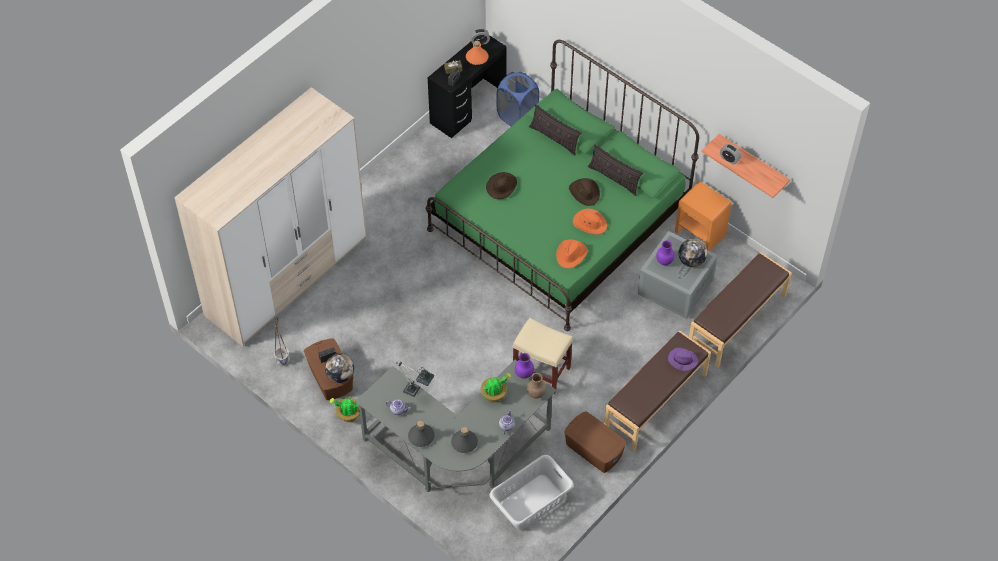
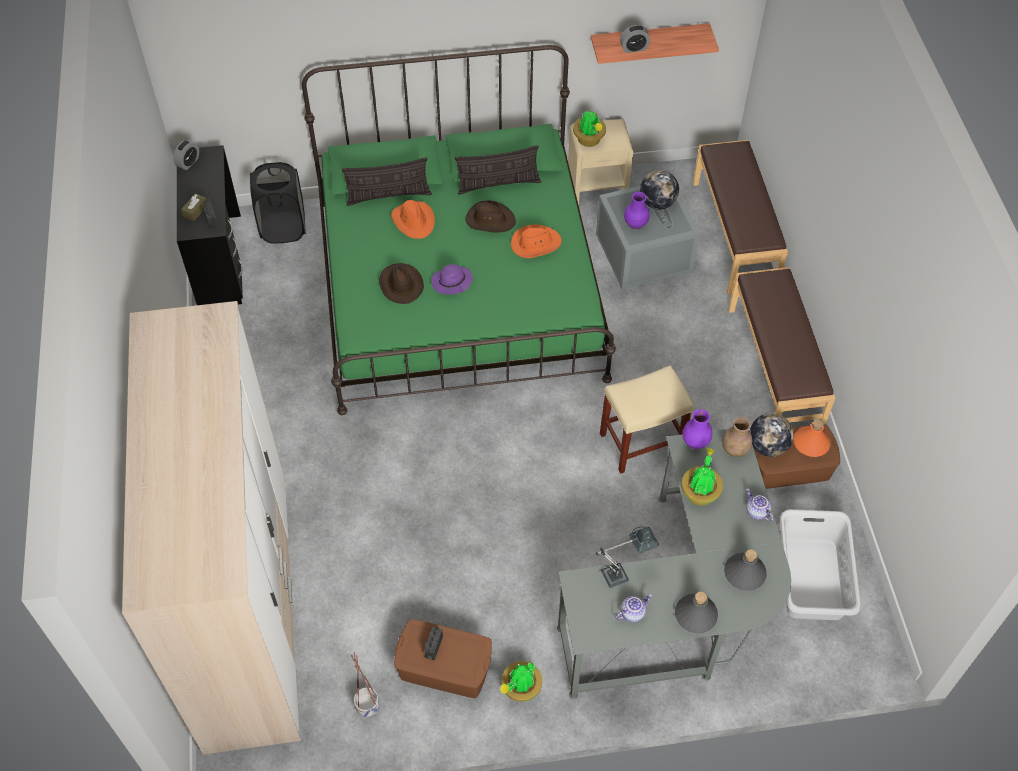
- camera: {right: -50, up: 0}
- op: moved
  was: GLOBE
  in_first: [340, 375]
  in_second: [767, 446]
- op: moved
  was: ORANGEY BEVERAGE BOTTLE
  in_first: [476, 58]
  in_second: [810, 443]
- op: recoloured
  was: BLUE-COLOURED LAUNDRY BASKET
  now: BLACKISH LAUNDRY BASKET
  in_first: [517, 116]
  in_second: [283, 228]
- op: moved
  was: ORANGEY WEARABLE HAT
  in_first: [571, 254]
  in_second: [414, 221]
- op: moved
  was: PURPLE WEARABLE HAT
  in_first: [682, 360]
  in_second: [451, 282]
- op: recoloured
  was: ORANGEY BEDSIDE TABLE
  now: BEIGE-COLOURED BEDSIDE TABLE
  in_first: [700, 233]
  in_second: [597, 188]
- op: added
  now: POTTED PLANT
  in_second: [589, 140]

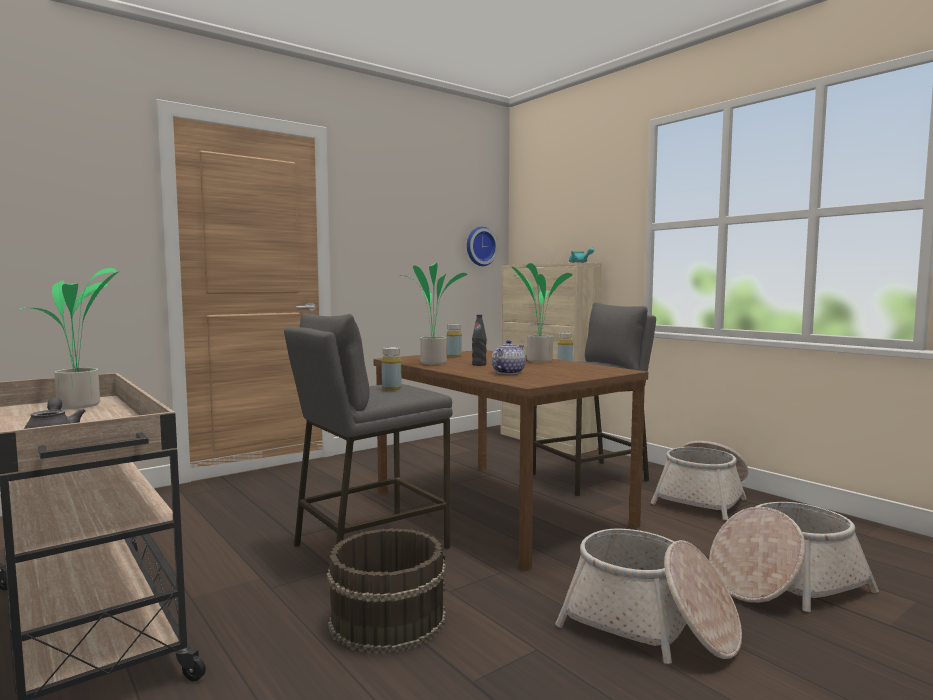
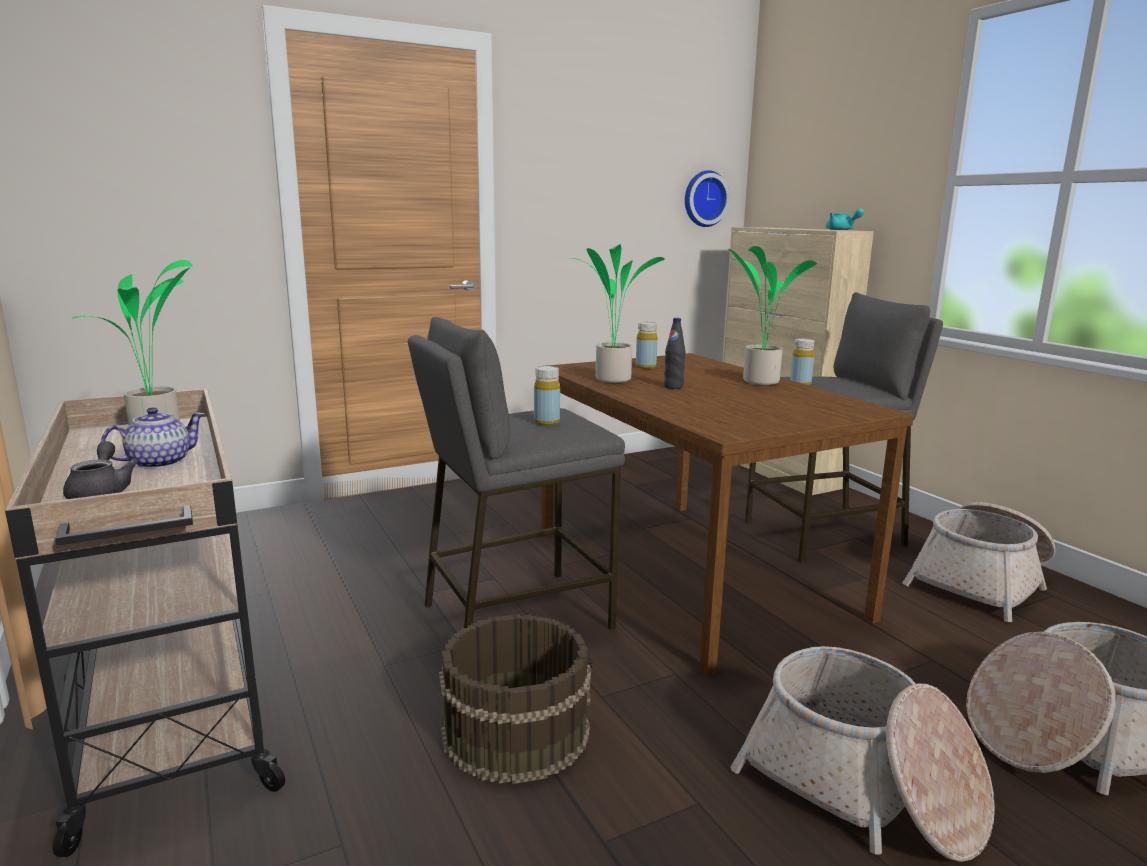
- camera: {right: 10, up: 10}
- op: moved
  was: POT FOR TEA
  in_first: [507, 372]
  in_second: [158, 462]

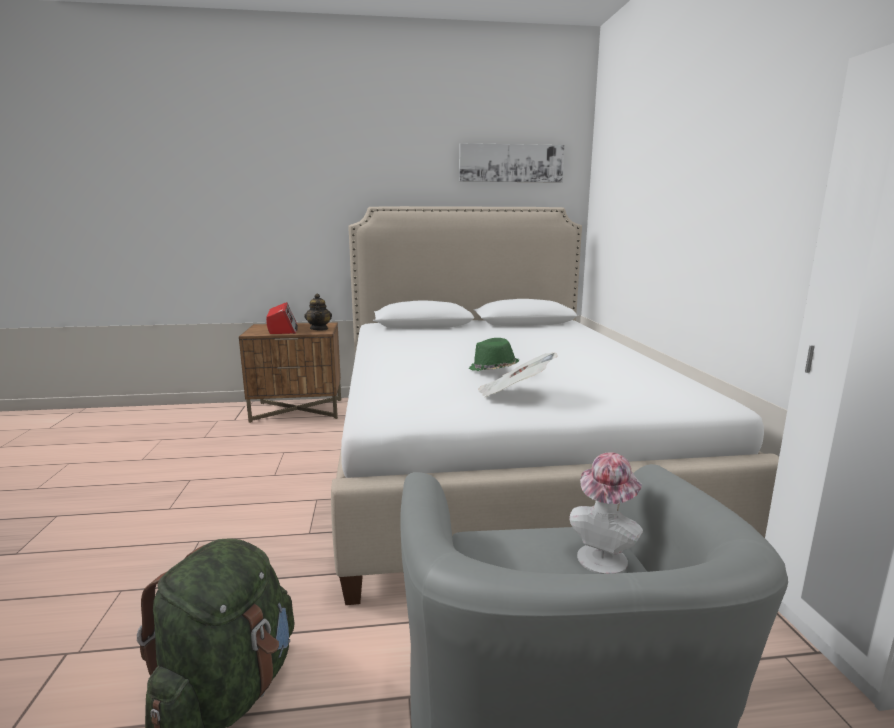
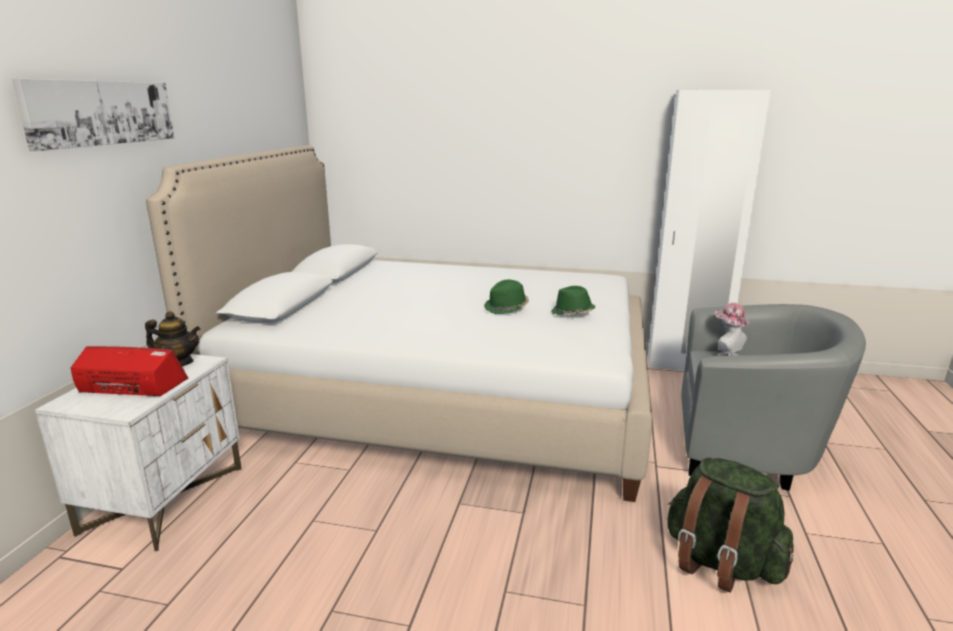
- camera: {right: -70, up: 5}
- op: recoloured
  was: BROWN-COLOURED BEDSIDE TABLE
  now: WHITE-COLOURED BEDSIDE TABLE
  in_first: [298, 410]
  in_second: [165, 499]
- op: moved
  was: PICTURE
  in_first: [511, 163]
  in_second: [101, 112]
- op: replaced
  was: PRINTED PAPER
  now: GREENISH WEARABLE HAT
  in_first: [514, 395]
  in_second: [572, 313]

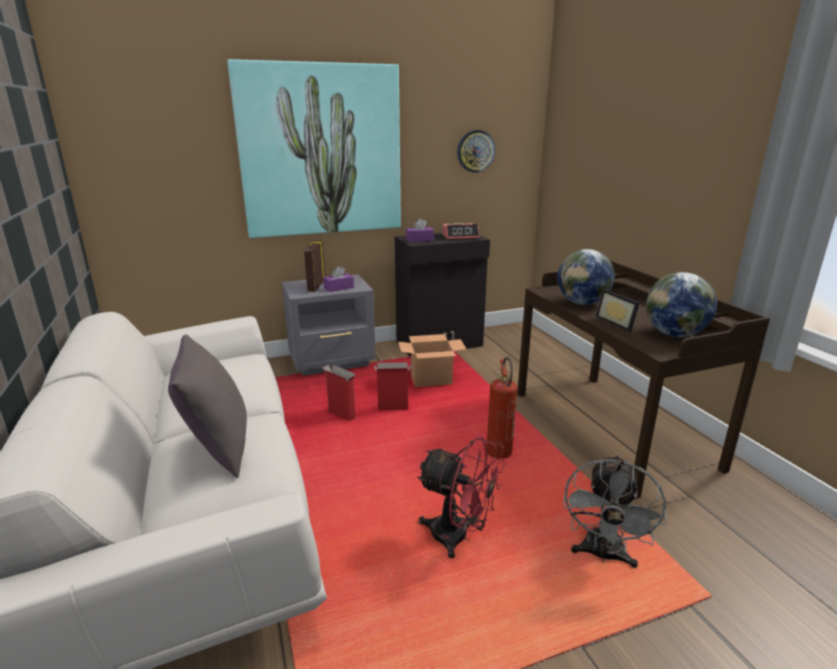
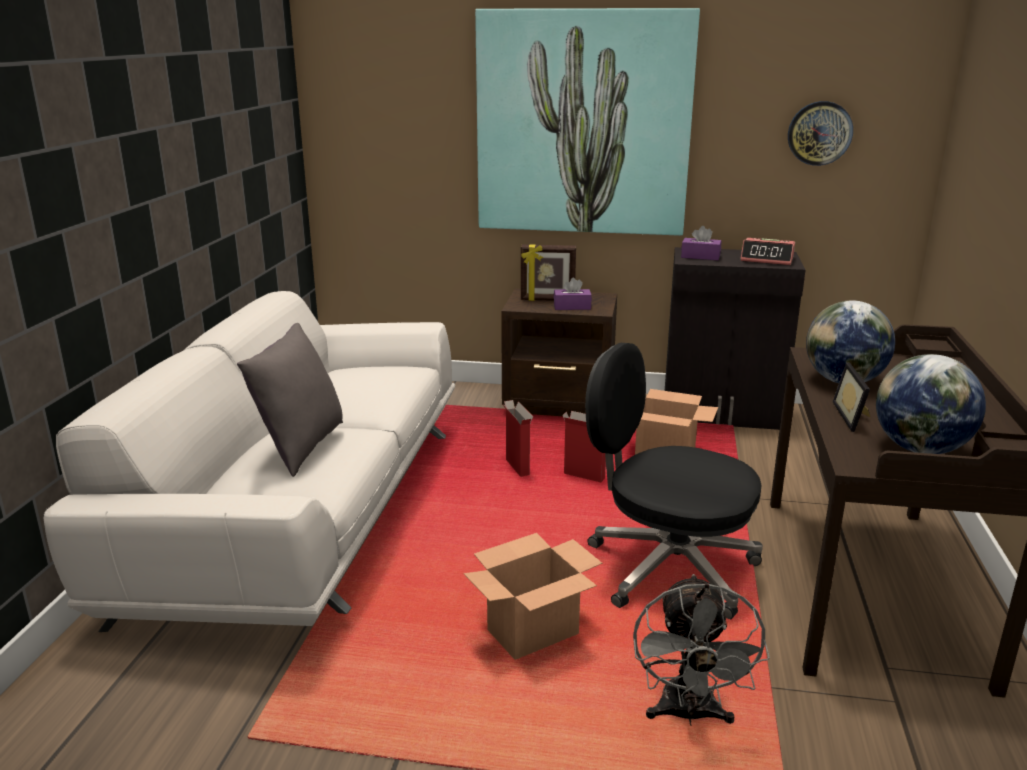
- camera: {right: 30, up: 0}
- op: recoloured
  was: GREY BEDSIDE TABLE
  now: BROWN-COLOURED BEDSIDE TABLE
  in_first: [333, 362]
  in_second: [560, 405]
- op: turned
  was: STANDING FRAME
  in_first: [316, 286]
  in_second: [547, 300]
  clockwise: -120
- op: replaced
  was: REDDISH ELECTRIC FAN
  now: CARTON
  in_first: [459, 537]
  in_second: [533, 633]
- op: replaced
  was: FIRE-FIGHTING CYLINDER
  now: BLACKISH DESK CHAIR
  in_first: [500, 456]
  in_second: [668, 568]
- op: turned
  was: GREY ELECTRIC FAN
  in_first: [603, 556]
  in_second: [688, 715]
  clockwise: -45

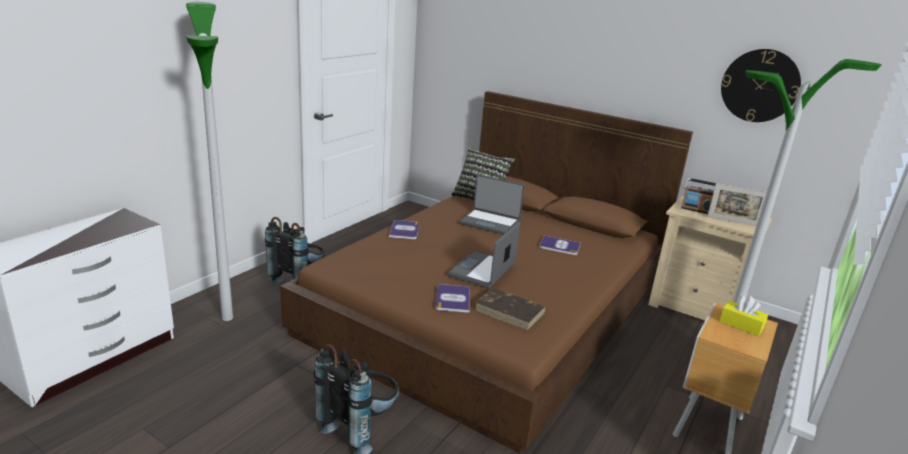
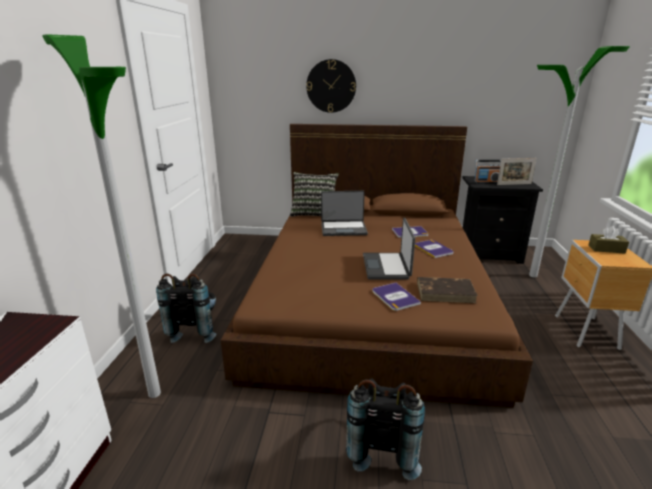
- camera: {right: -25, up: 0}
- op: moved
  was: BOOK
  in_first: [404, 230]
  in_second: [433, 249]
- op: recoloured
  was: BEIGE-COLOURED BEDSIDE TABLE
  now: BLACKISH BEDSIDE TABLE
  in_first: [695, 307]
  in_second: [488, 254]
- op: recoloured
  was: YELLOW-COLOURED TISSUE HOLDER
  now: BROWN-COLOURED TISSUE HOLDER
  in_first: [741, 325]
  in_second: [606, 249]
- op: moved
  was: CLOCK ON THE WALL
  in_first: [760, 85]
  in_second: [331, 86]

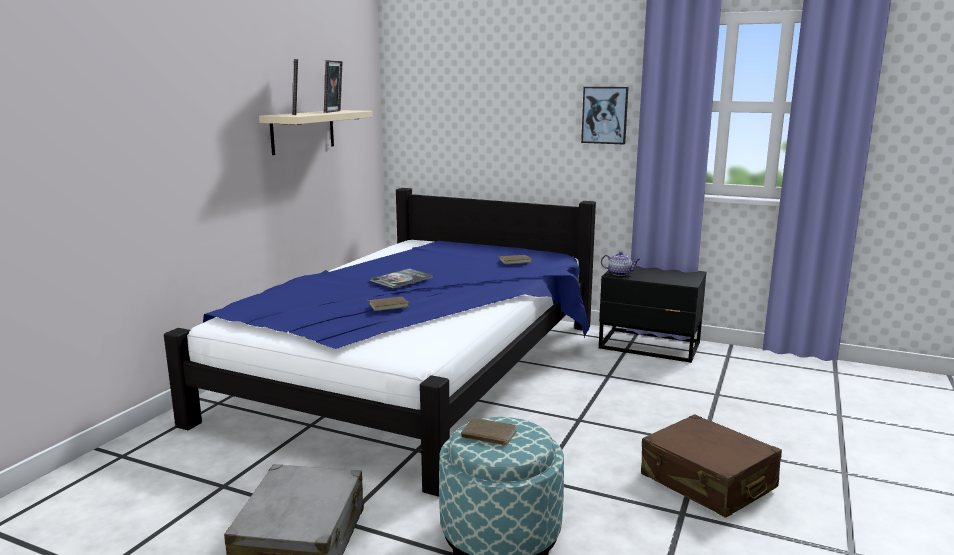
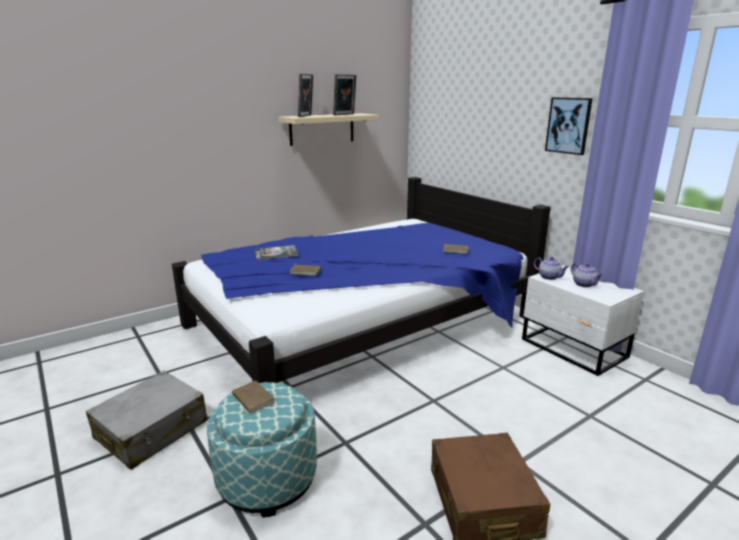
- camera: {right: 30, up: 5}
- op: moved
  was: BOOK
  in_first: [401, 279]
  in_second: [276, 253]
- op: recoloured
  was: BLACKISH BEDSIDE TABLE
  now: WHITE-COLOURED BEDSIDE TABLE
  in_first: [650, 346]
  in_second: [573, 349]
- op: added
  now: POT FOR TEA
  in_second: [584, 284]

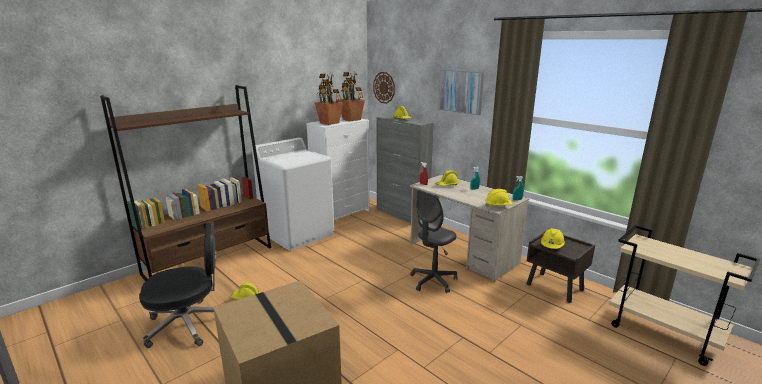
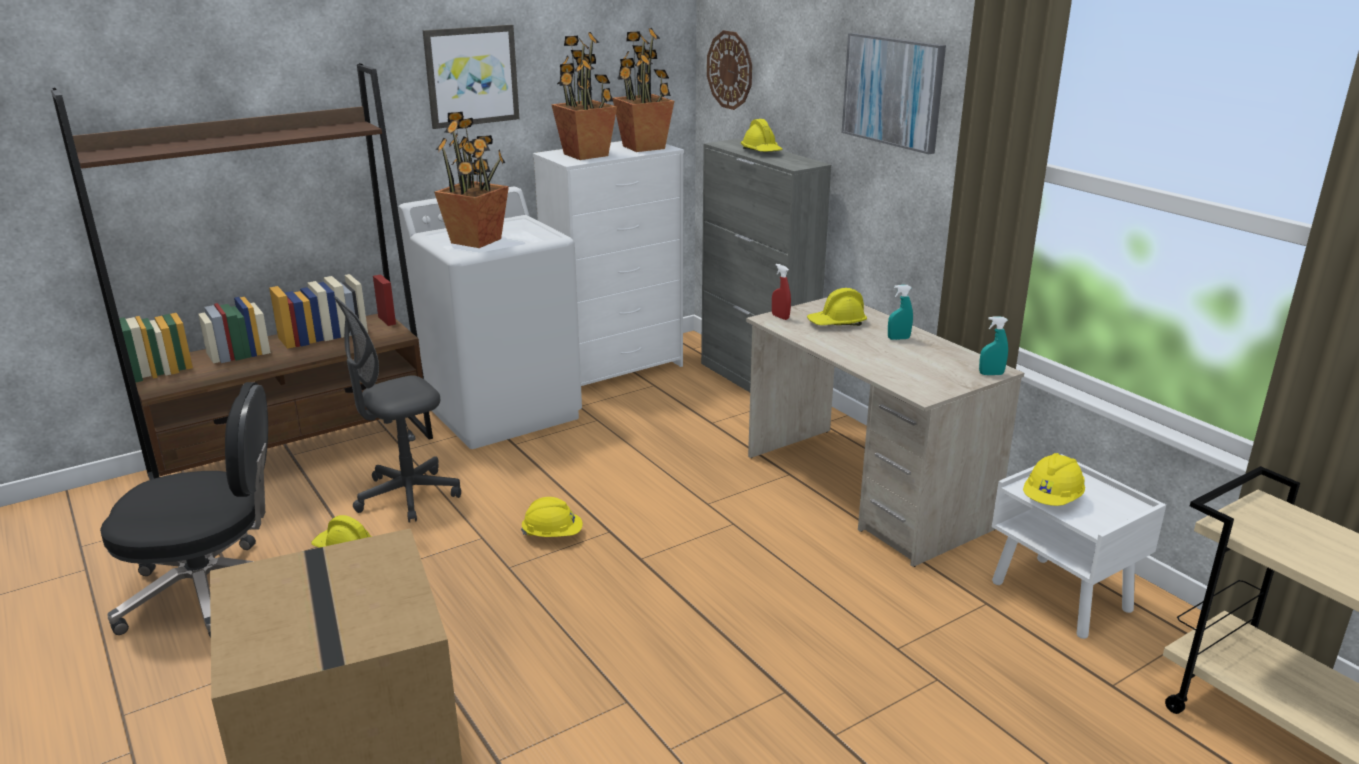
- camera: {right: 10, up: 5}
- op: moved
  was: GREY DESK CHAIR
  in_first: [433, 281]
  in_second: [407, 496]
- op: moved
  was: YELLOW-COLOURED WORK HELMET
  in_first: [498, 206]
  in_second: [553, 535]
- op: recoloured
  was: BROWN-COLOURED BEDSIDE TABLE
  now: WHITE-COLOURED BEDSIDE TABLE
  in_first: [555, 287]
  in_second: [1062, 597]
- op: added
  now: PICTURE
  in_second: [471, 76]
- op: added
  now: POTTED PLANT
  in_second: [477, 241]

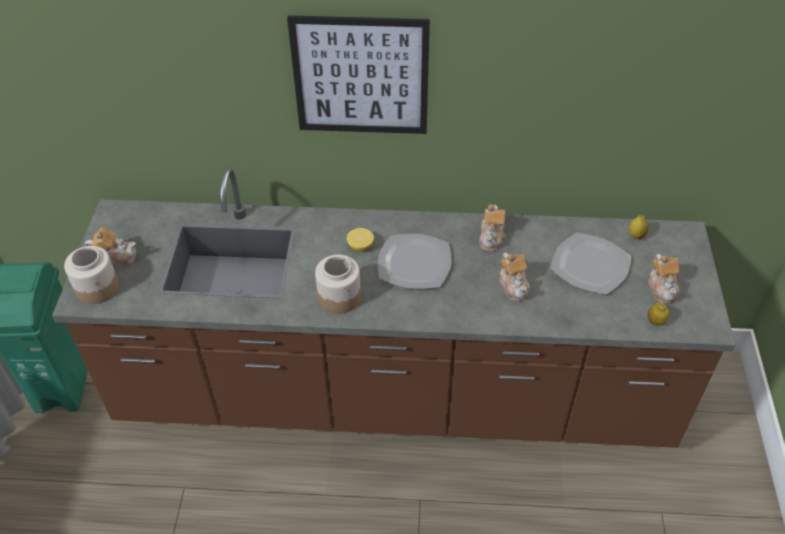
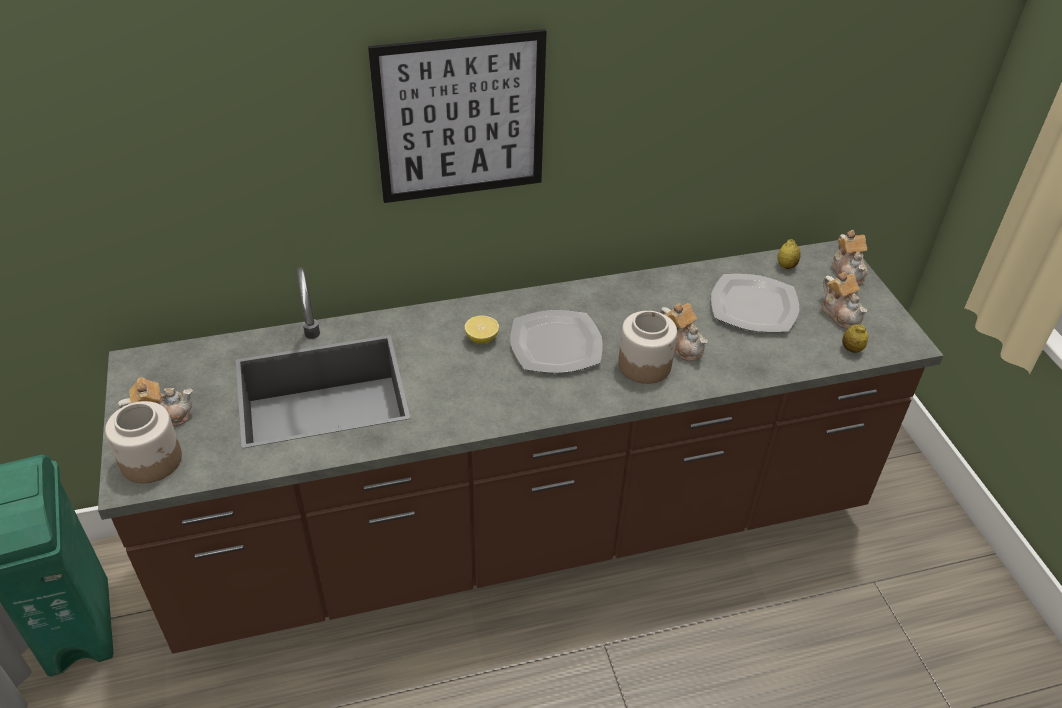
- camera: {right: -20, up: -5}
- op: moved
  was: STORAGE JAR
  in_first: [339, 296]
  in_second: [644, 365]
- op: moved
  was: POT FOR TEA
  in_first: [492, 238]
  in_second: [848, 272]

